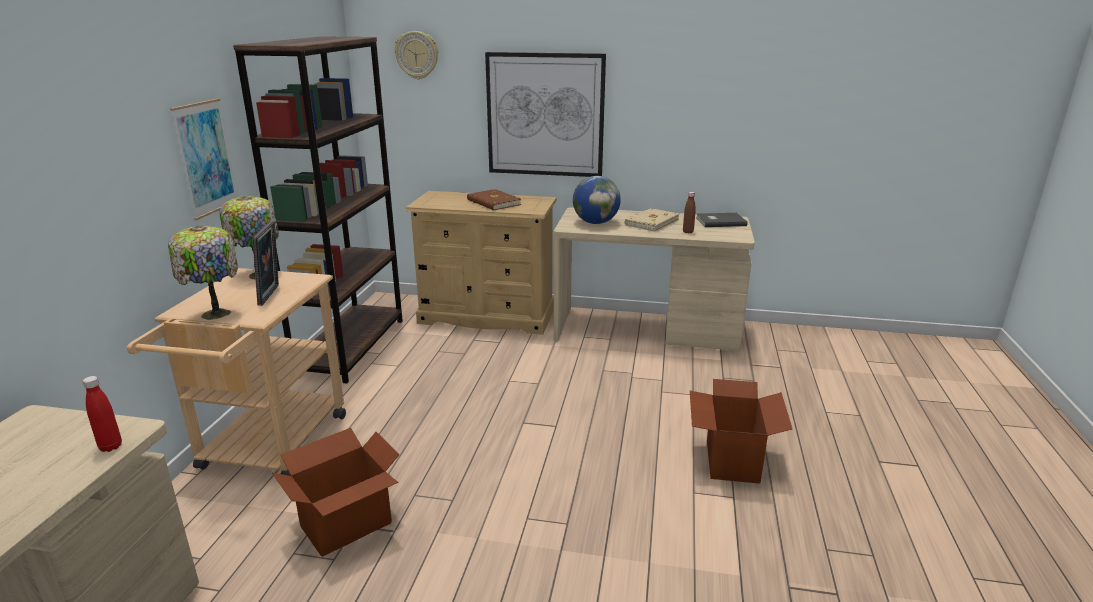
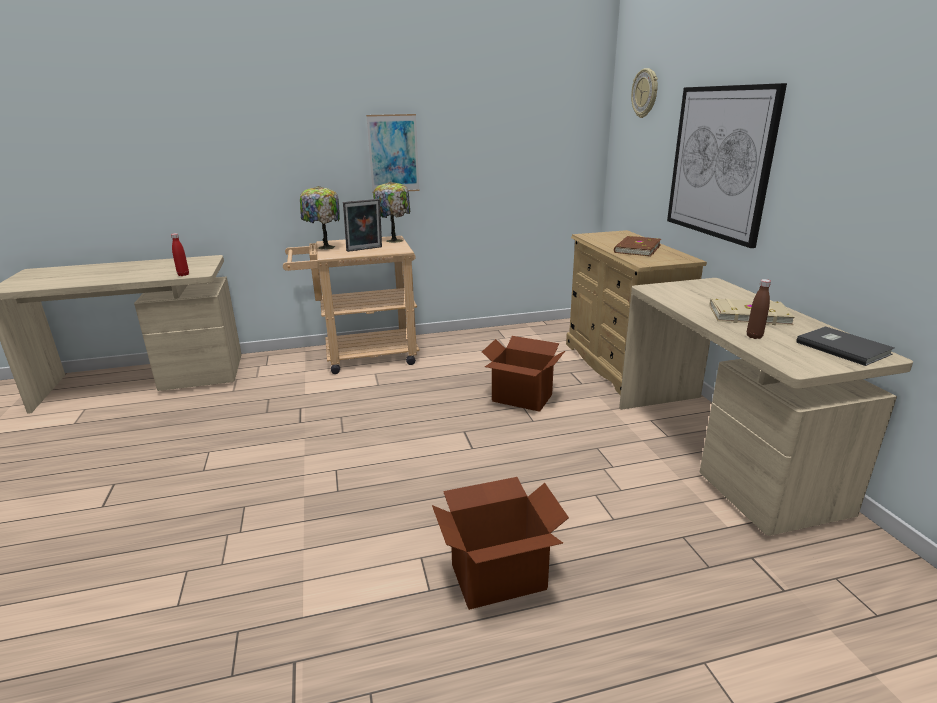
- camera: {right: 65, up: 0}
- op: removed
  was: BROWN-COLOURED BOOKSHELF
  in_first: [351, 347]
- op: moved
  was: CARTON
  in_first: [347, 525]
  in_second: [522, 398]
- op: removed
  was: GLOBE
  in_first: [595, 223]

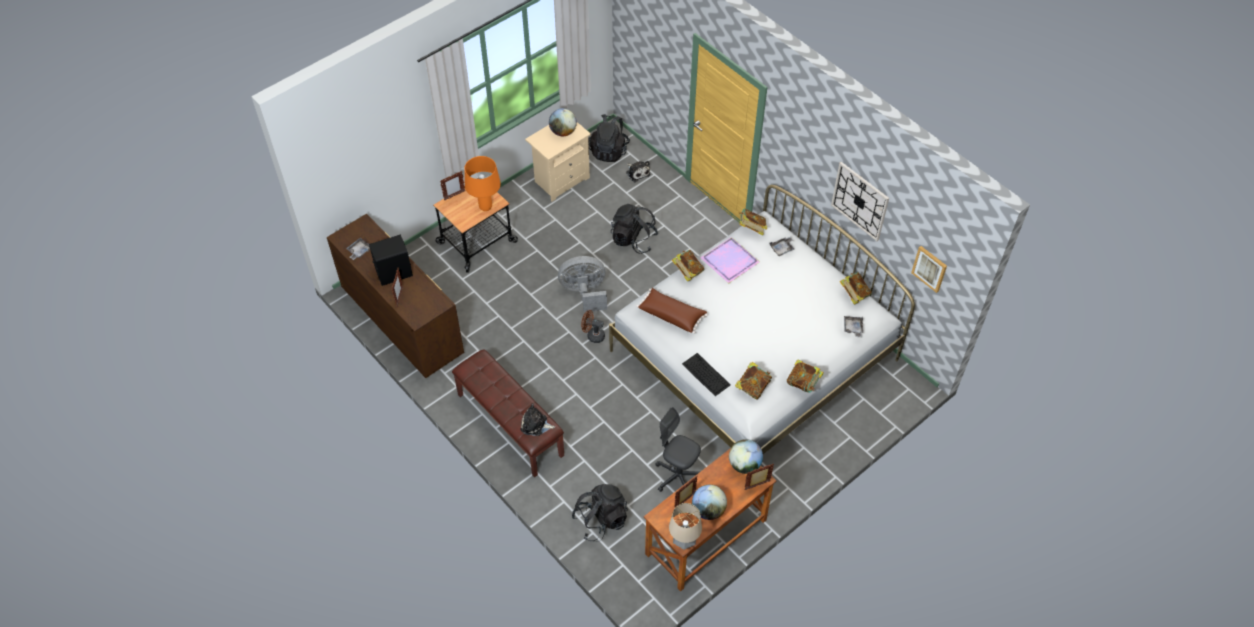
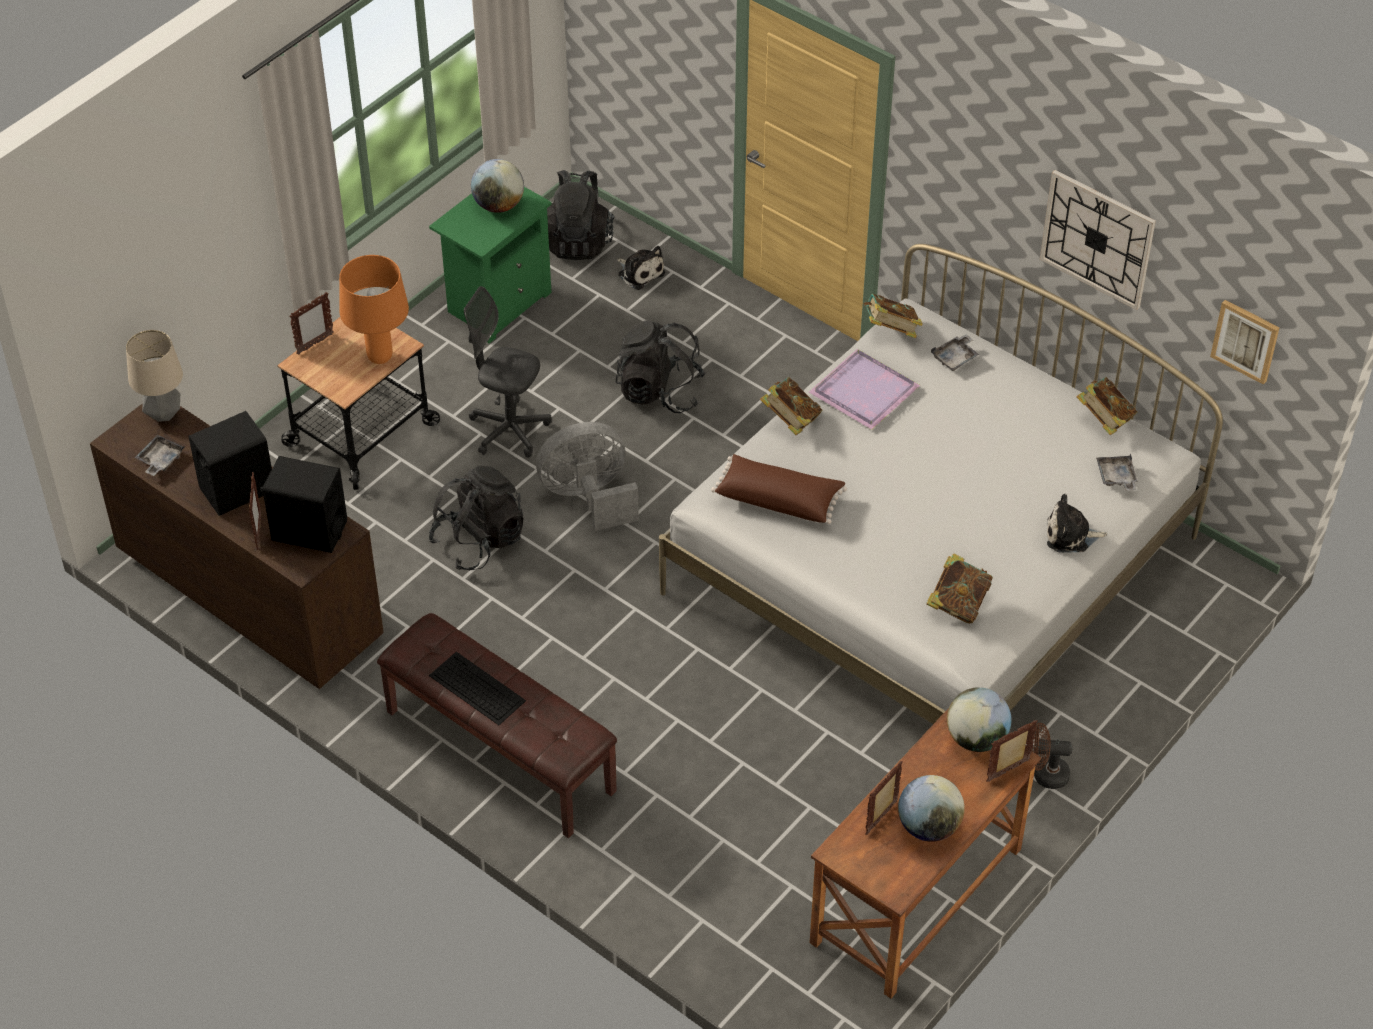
- camera: {right: -10, up: -5}
- op: moved
  was: CUDDLY TOY
  in_first: [535, 425]
  in_second: [1071, 535]
- op: recoloured
  was: BEIGE-COLOURED BEDSIDE TABLE
  now: GREENISH BEDSIDE TABLE
  in_first: [561, 180]
  in_second: [497, 303]
- op: moved
  was: BLACKISH RUCKSACK
  in_first: [600, 520]
  in_second: [479, 541]
- op: moved
  was: BROWN-COLOURED ELECTRIC FAN
  in_first: [593, 335]
  in_second: [1044, 774]
- op: moved
  was: GREY DESK CHAIR
  in_first: [677, 476]
  in_second: [509, 430]
- op: moved
  was: TABLE LAMP
  in_first: [684, 542]
  in_second: [163, 414]
- op: moved
  was: COMPUTER KEYBOARD
  in_first: [705, 374]
  in_second: [476, 688]
- op: removed
  was: BOOK
  in_first: [803, 383]
- op: added
  now: BLACKISH AUDIO SPEAKER
  in_second: [309, 531]

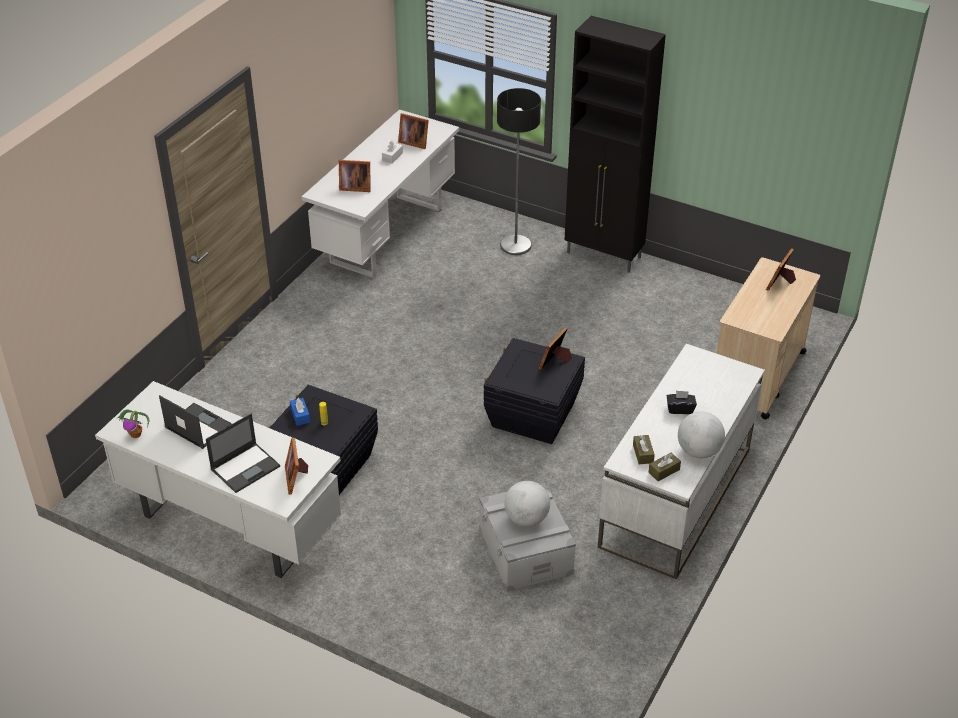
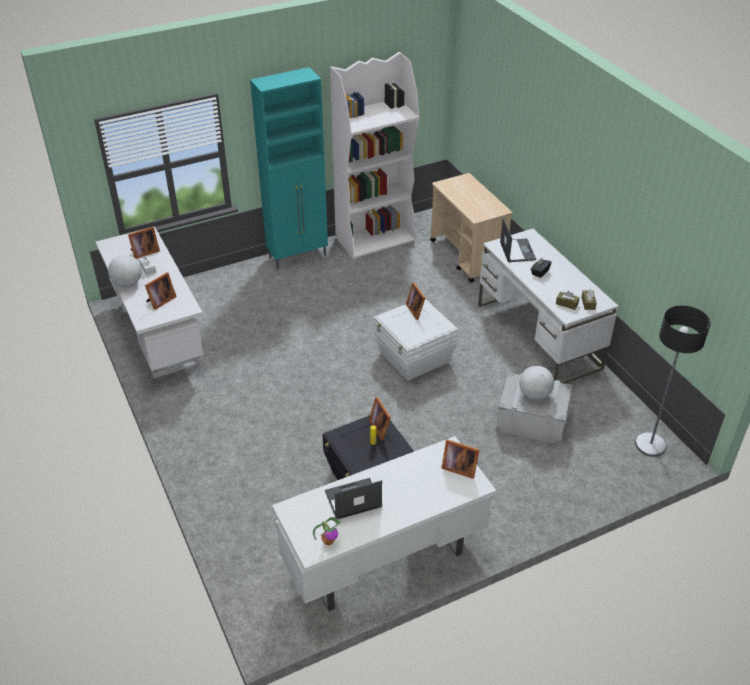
- camera: {right: -55, up: 0}
- op: moved
  was: NOTEBOOK COMPUTER
  in_first: [246, 467]
  in_second: [517, 250]
- op: removed
  was: BLUE-COLOURED TISSUE HOLDER
  in_first: [300, 415]
- op: recoloured
  was: BLACKISH STORAGE BOX
  now: WHITE-COLOURED STORAGE BOX
  in_first: [532, 415]
  in_second: [414, 358]
- op: moved
  was: FLOOR LAMP
  in_first: [515, 245]
  in_second: [650, 445]
- op: recoloured
  was: BLACKISH STORAGE CABINET
  now: BLUE-GREEN STORAGE CABINET
  in_first: [604, 255]
  in_second: [298, 256]
- op: moved
  was: GLOBE
  in_first: [698, 451]
  in_second: [127, 283]
- op: moved
  was: STANDING FRAME
  in_first: [780, 283]
  in_second: [381, 427]
- op: added
  now: WHITE-COLOURED BOOKSHELF
  in_second: [375, 239]

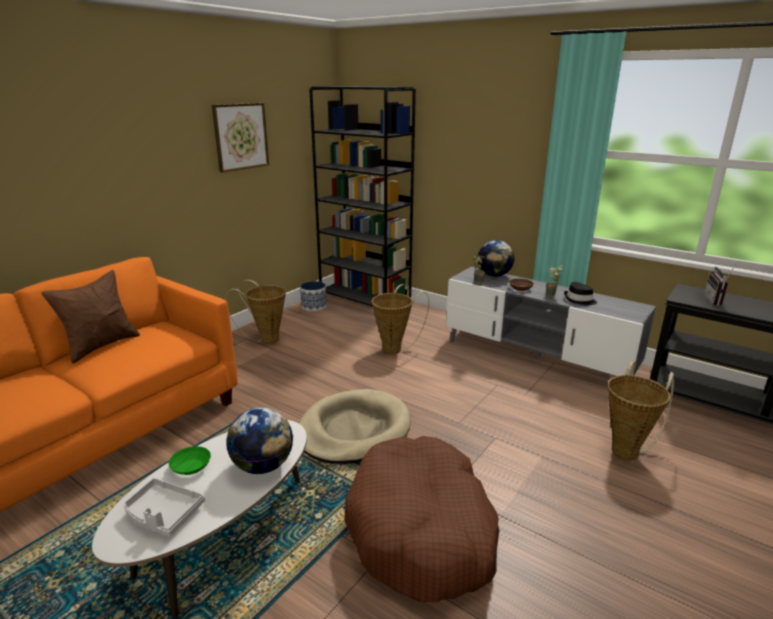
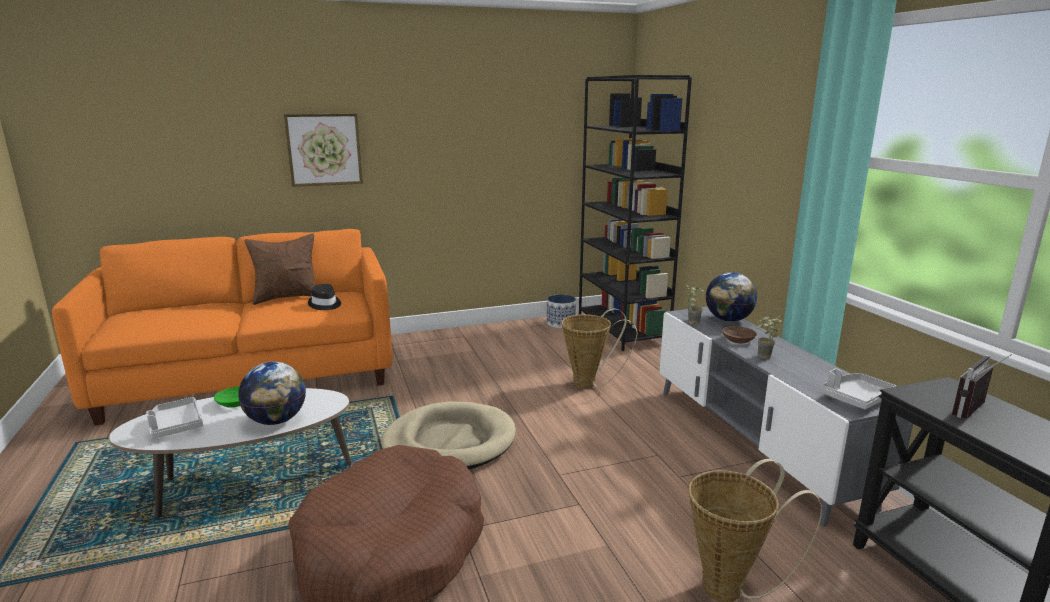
- camera: {right: 35, up: -5}
- op: moved
  was: PICTURE
  in_first: [241, 136]
  in_second: [324, 149]
- op: removed
  was: HOUSEHOLD BASKET
  in_first: [266, 340]
- op: moved
  was: BLACKISH WEARABLE HAT
  in_first: [579, 300]
  in_second: [325, 304]
- op: added
  now: GREY TRAY
  in_second: [856, 398]

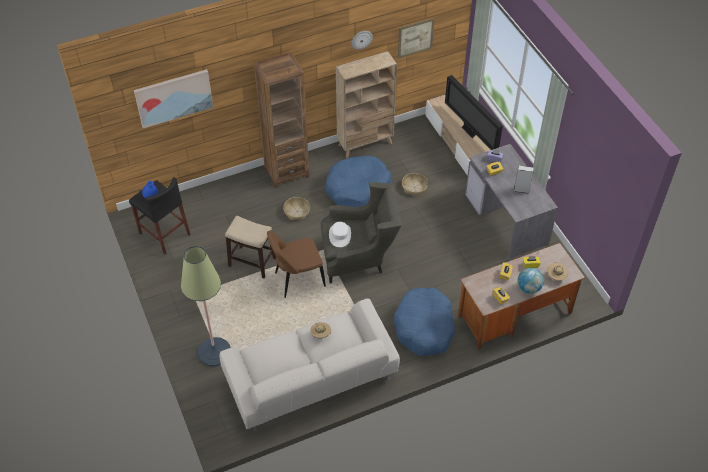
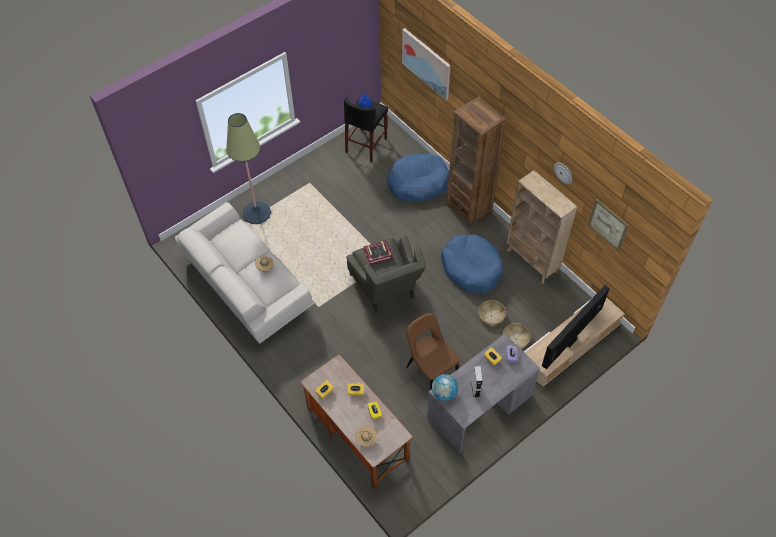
- camera: {right: 75, up: 5}
- op: removed
  was: STOOL SEAT
  in_first: [252, 262]
- op: moved
  was: BROWN-COLOURED PLAIN CHAIR
  in_first: [297, 280]
  in_second: [430, 372]
- op: moved
  was: HOUSEHOLD BASKET
  in_first: [297, 211]
  in_second: [515, 338]
- op: replaced
  was: WHITE-COLOURED WEARABLE HAT
  now: BOOK
  in_first: [340, 235]
  in_second: [378, 254]
- op: moved
  was: BLUE-COLOURED DOG BED
  in_first: [424, 327]
  in_second: [418, 183]
- op: moved
  was: GLOBE
  in_first: [528, 288]
  in_second: [444, 393]

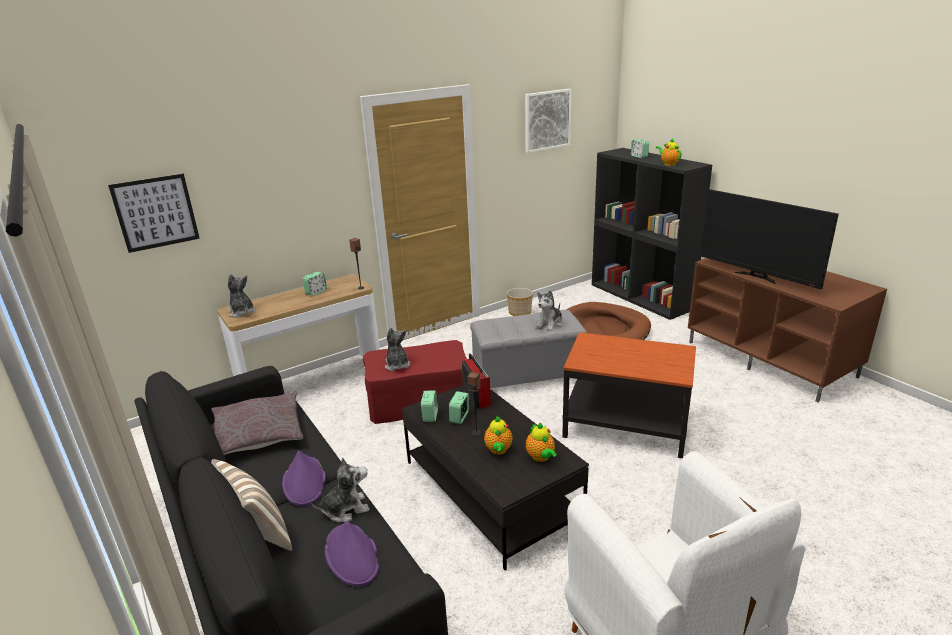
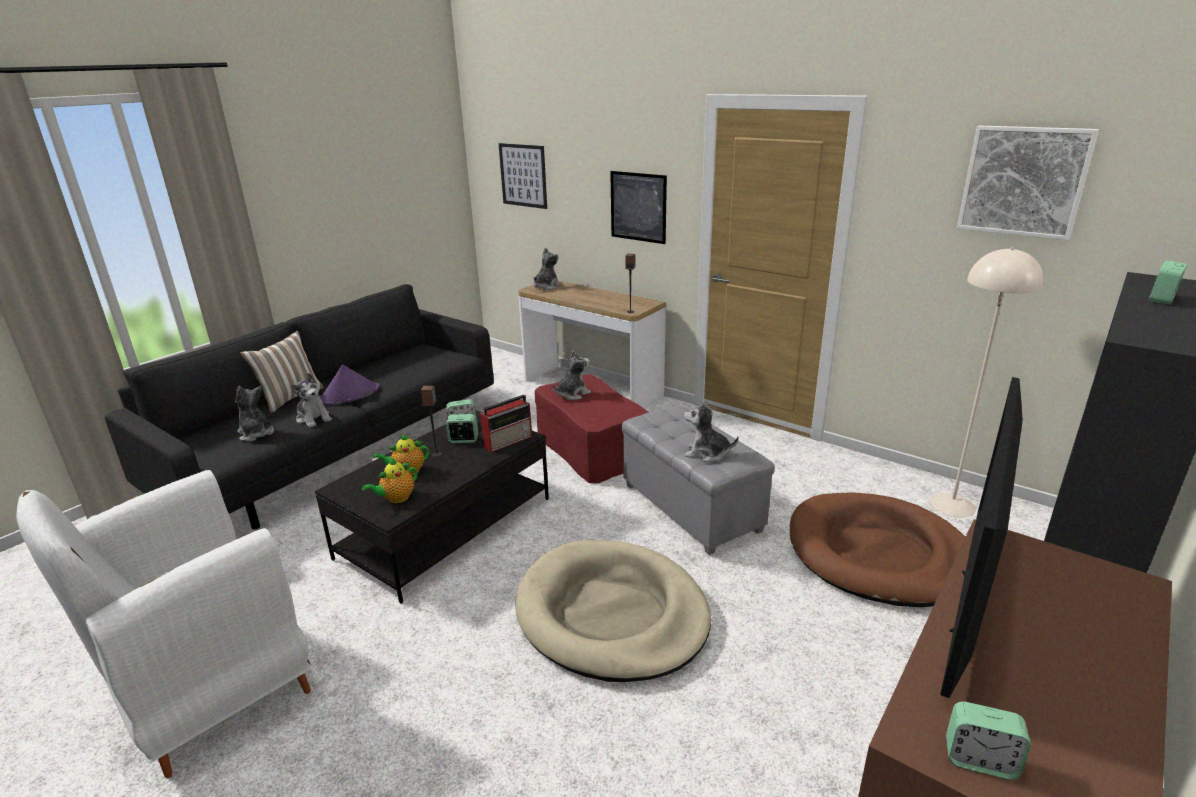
- camera: {right: 70, up: 0}
- op: removed
  was: GREY THROW PILLOW
  in_first: [258, 433]
- op: moved
  was: BEDSIDE CLOCK
  in_first: [316, 292]
  in_second: [980, 760]
- op: replaced
  was: PURPLE WEARABLE HAT
  now: CUDDLY TOY
  in_first: [352, 556]
  in_second: [256, 434]
- op: removed
  was: PLANTER
  in_first: [520, 312]
- op: replaced
  was: SIDE TABLE
  now: BEIGE-COLOURED DOG BED
  in_first: [625, 425]
  in_second: [612, 614]
- op: removed
  was: POT FOR TEA
  in_first: [668, 164]
- op: added
  now: PICTURE
  in_second: [638, 207]
- op: added
  now: BEIGE-COLOURED FLOOR LAMP
  in_second: [952, 505]

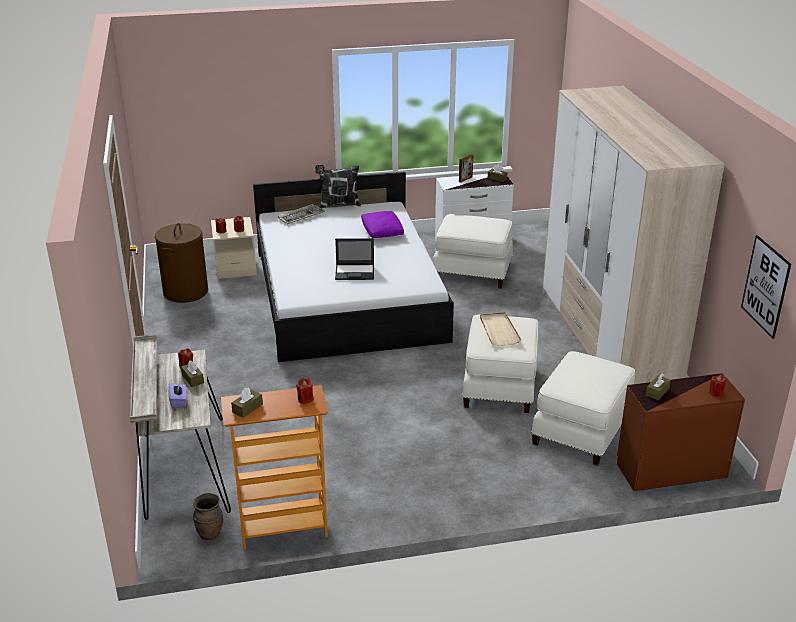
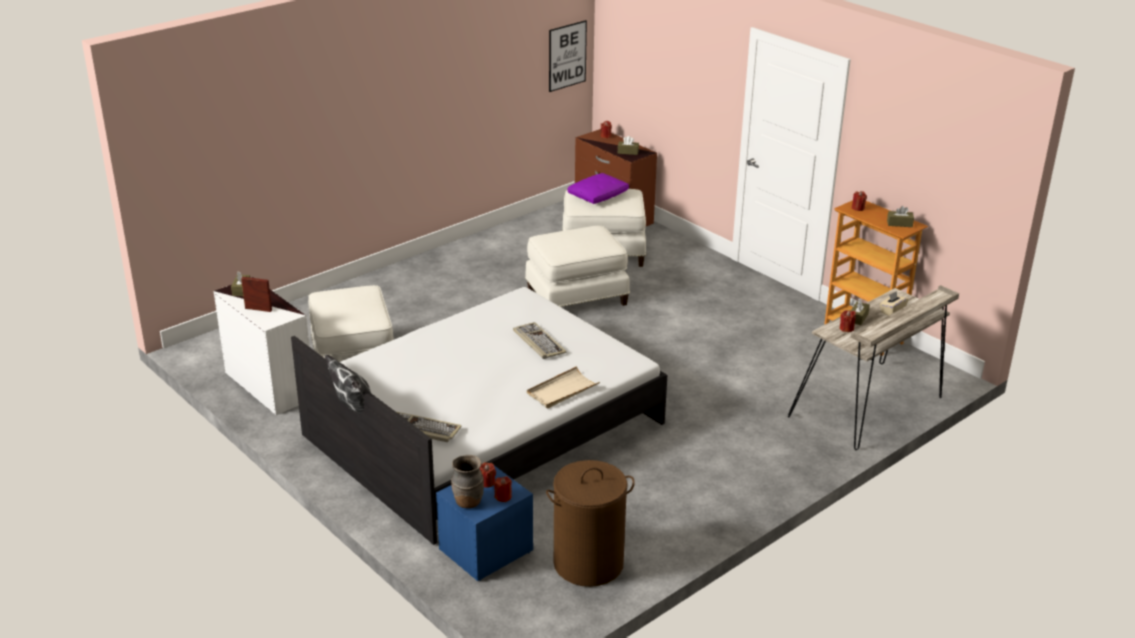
- camera: {right: -120, up: 0}
- op: recoloured
  was: PURPLE TISSUE HOLDER
  now: BEIGE-COLOURED TISSUE HOLDER
  in_first: [179, 401]
  in_second: [892, 311]
- op: moved
  was: BROWN-COLOURED VASE
  in_first: [210, 533]
  in_second: [467, 502]
- op: recoloured
  was: BEIGE-COLOURED BEDSIDE TABLE
  now: BLUE-COLOURED BEDSIDE TABLE
  in_first: [235, 267]
  in_second: [485, 550]
- op: replaced
  was: NOTEBOOK COMPUTER
  now: COMPUTER KEYBOARD
  in_first: [355, 272]
  in_second: [538, 342]
- op: moved
  was: PURPLE THROW PILLOW
  in_first: [382, 231]
  in_second: [597, 196]
- op: moved
  was: BEIGE-COLOURED TRAY
  in_first: [498, 330]
  in_second: [562, 390]
- op: removed
  was: WARDROBE
  in_first: [606, 339]

